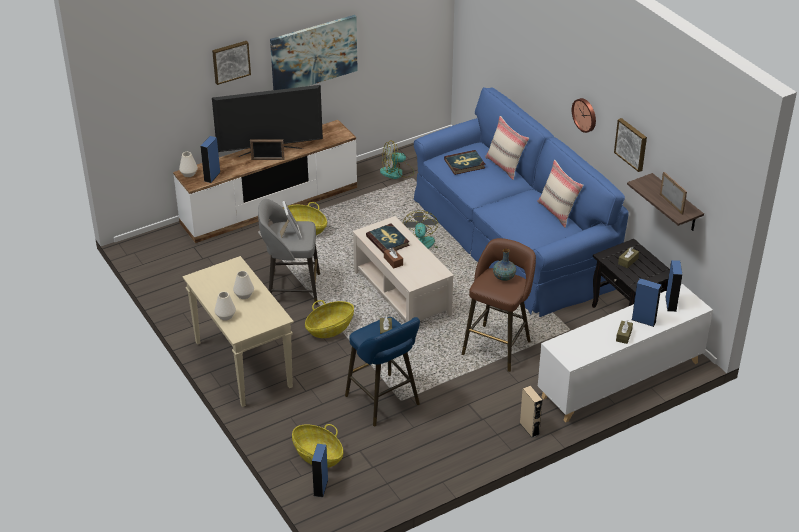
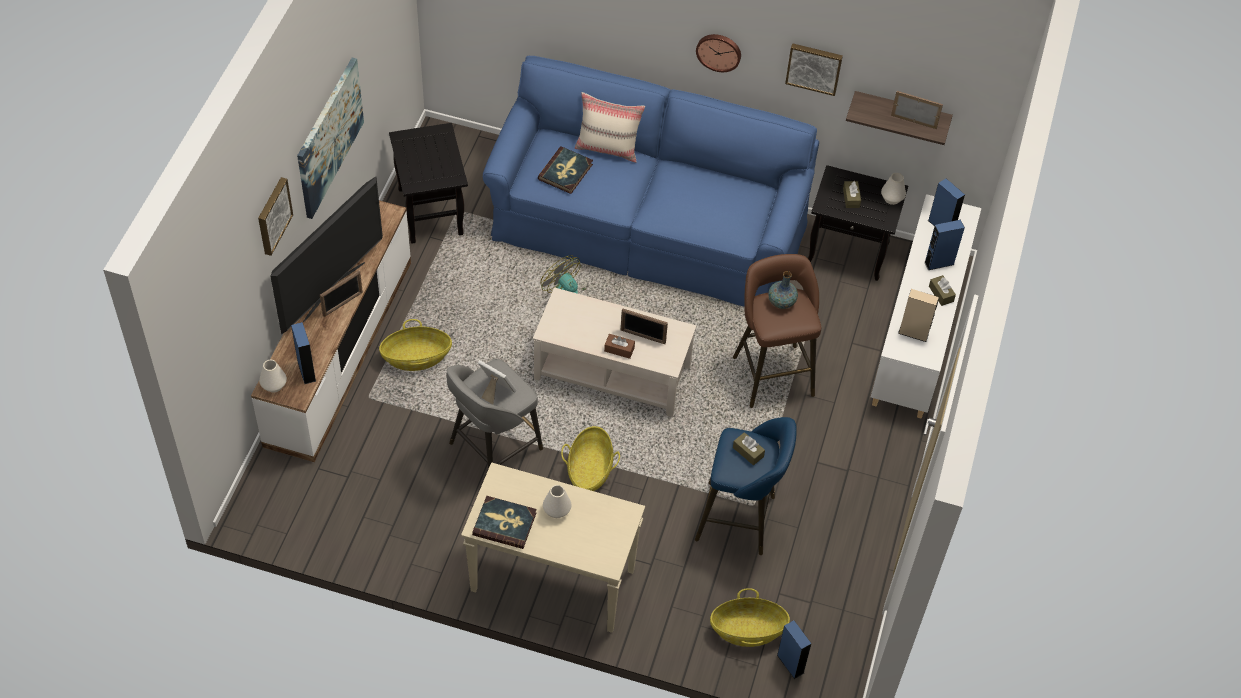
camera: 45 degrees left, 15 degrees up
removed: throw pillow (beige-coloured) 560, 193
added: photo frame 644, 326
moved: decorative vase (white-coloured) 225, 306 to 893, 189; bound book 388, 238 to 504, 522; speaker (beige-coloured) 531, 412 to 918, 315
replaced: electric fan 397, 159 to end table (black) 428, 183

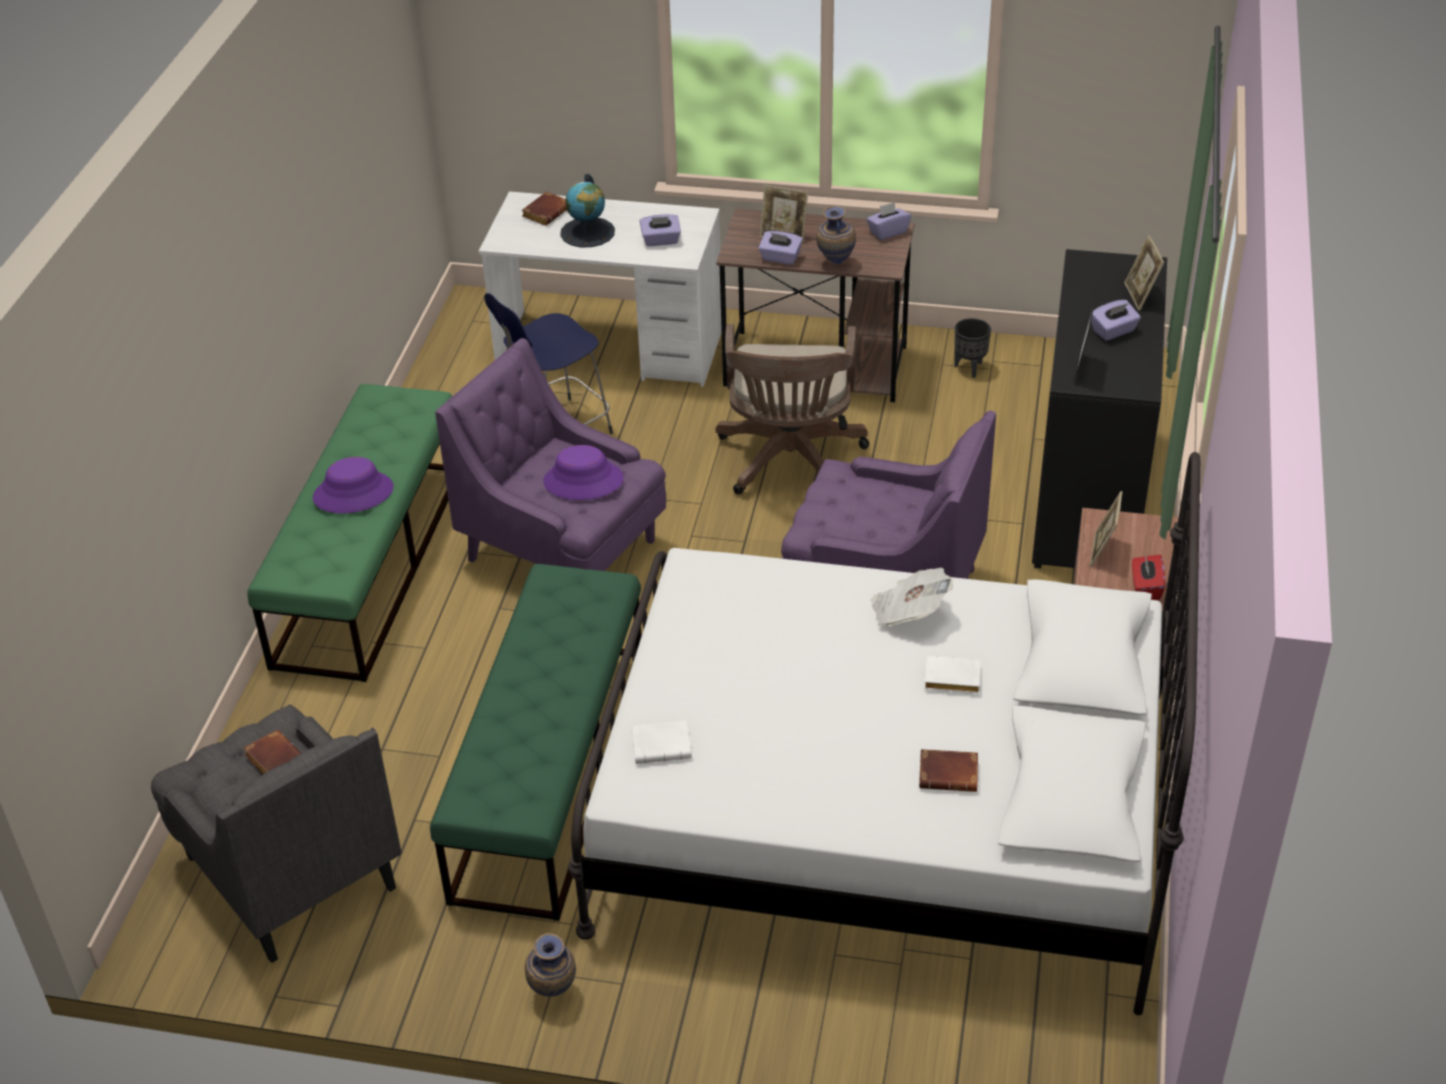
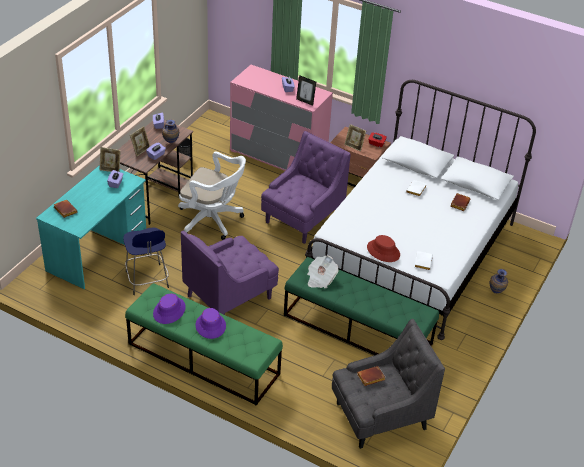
camera: 75 degrees left, 0 degrees up
removed: world globe 587, 210
added: clothing hat (reddish) 383, 248
moved: decorative vase 550, 965 to 499, 281; clothing hat (purple-coloured) 583, 472 to 169, 309; printed paper 912, 597 to 323, 272; photo frame 1144, 273 to 110, 159
recoloured: desk table (white-coloured) 600, 289 to desk table (turquoise-coloured) 91, 227; computer chair (brown) 792, 409 to computer chair (white-coloured) 212, 195; chest of drawers (black) 1099, 408 to chest of drawers (pink-coloured) 281, 118

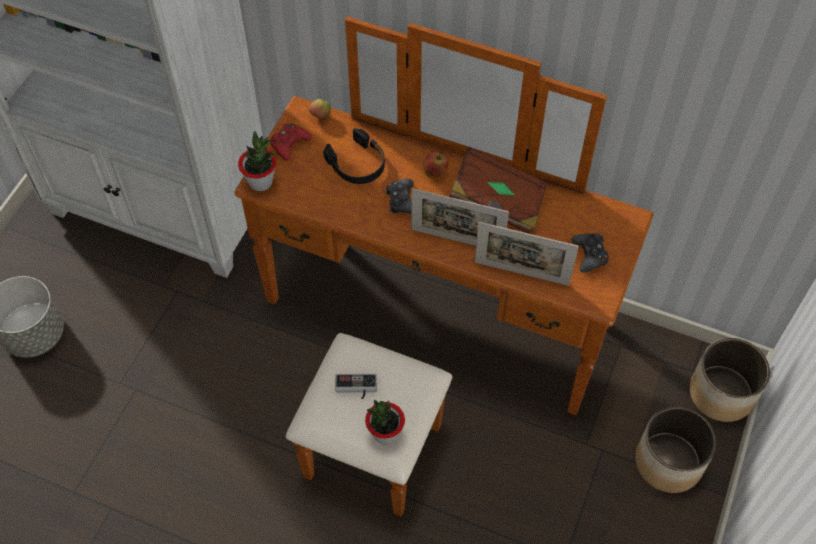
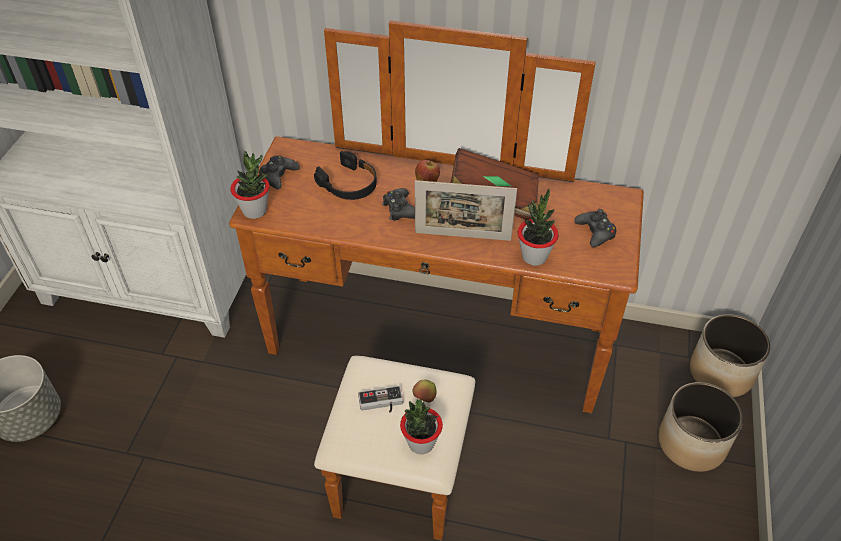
camera: 10 degrees left, 10 degrees down
moved: apple fruit 320, 109 to 424, 391
replaced: photo frame 527, 254 to potted plant 538, 227
recoloured: game controller (reddish) 291, 142 to game controller (black) 279, 172

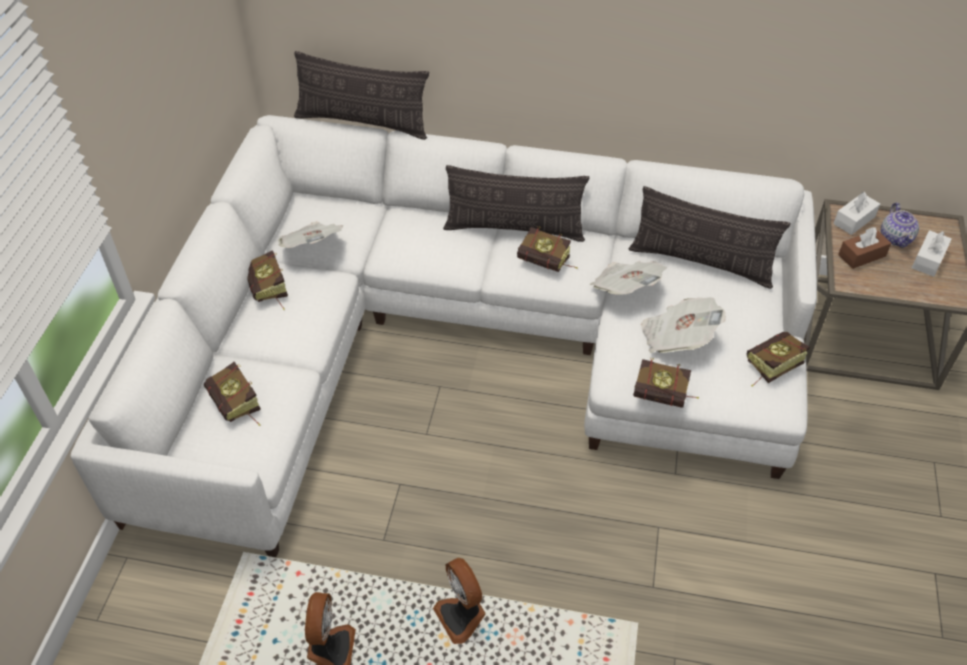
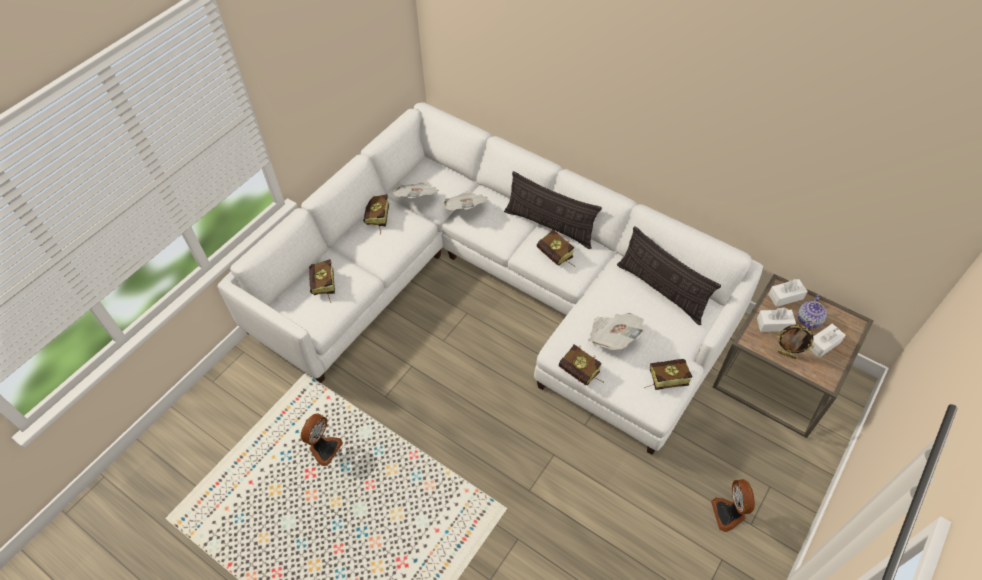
camera: 25 degrees right, 5 degrees up
removed: throw pillow 361, 95
added: photo frame 795, 342
moved: electric fan 459, 601 to 733, 505; printed paper 628, 278 to 466, 200
recoloured: tissue holder (brown) 864, 248 to tissue holder (white-coloured) 776, 319

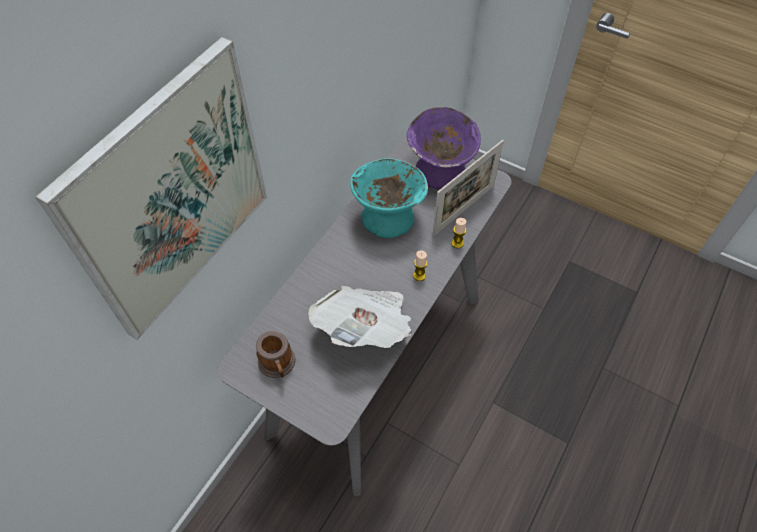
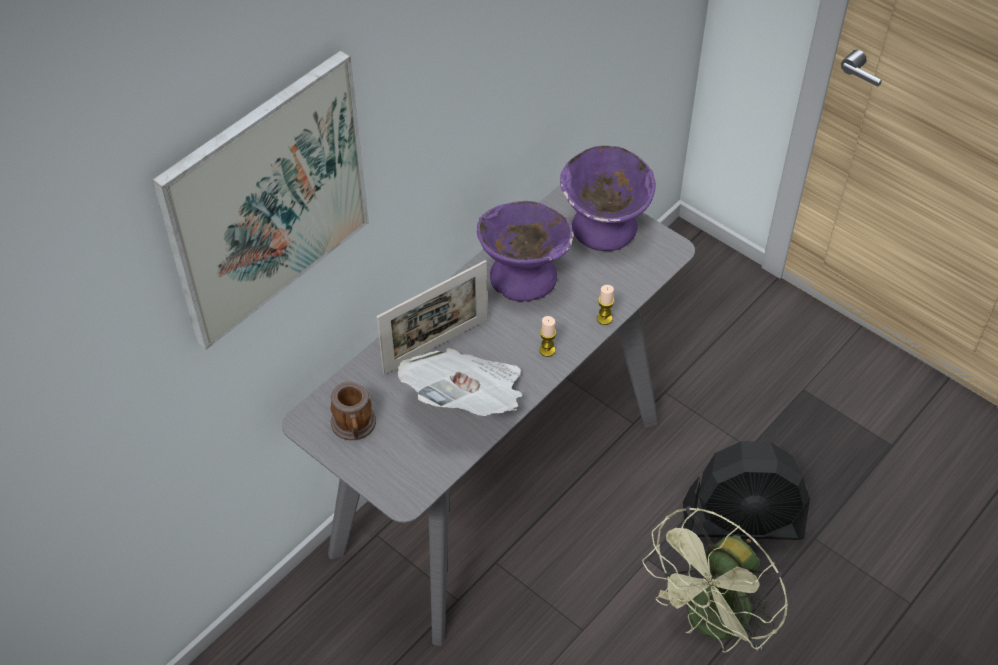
camera: 10 degrees right, 5 degrees down
added: electric fan (green) 715, 579; electric fan (black) 746, 490
moved: photo frame 468, 188 to 432, 317
recoloured: serving bowl (turquoise-coloured) 389, 198 to serving bowl (purple-coloured) 525, 251

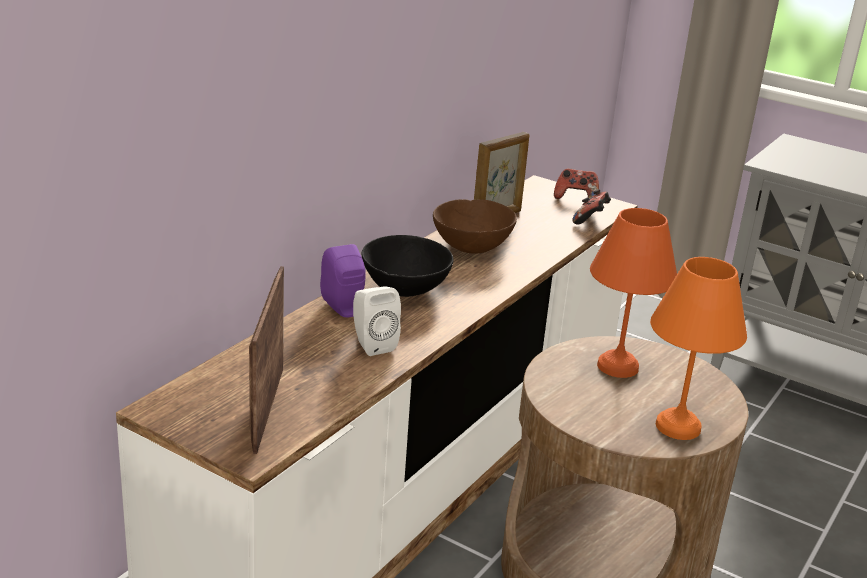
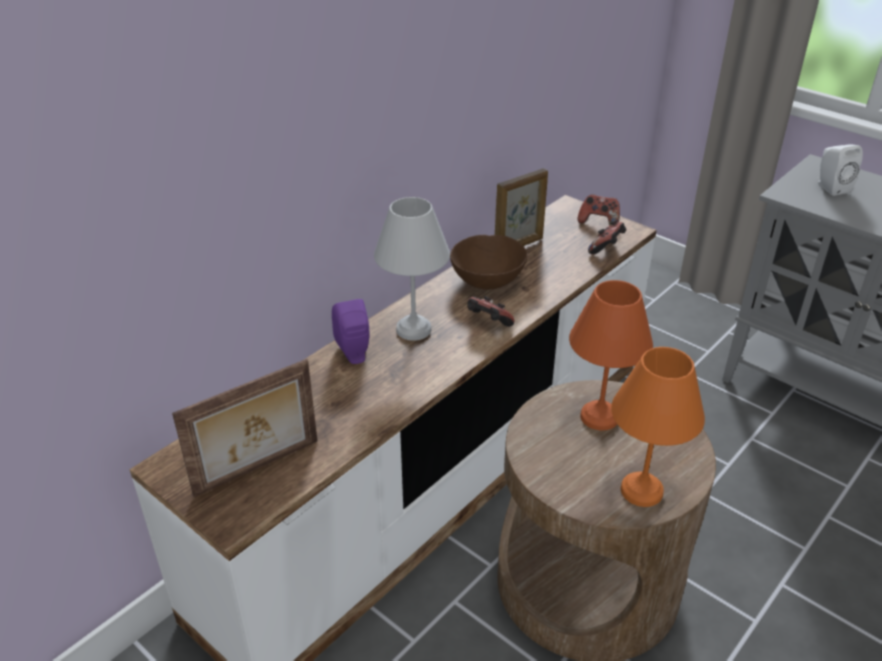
camera: 10 degrees right, 10 degrees up
added: game controller 490, 311
moved: speaker (white-coloured) 377, 321 to 840, 170
replaced: serving bowl (black) 407, 266 to table lamp (white-coloured) 412, 269
turned: photo frame 266, 360 = 245, 428 135 degrees counterclockwise

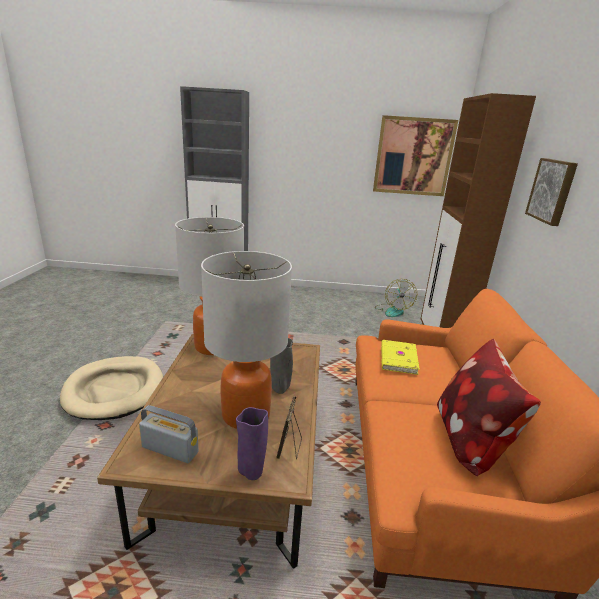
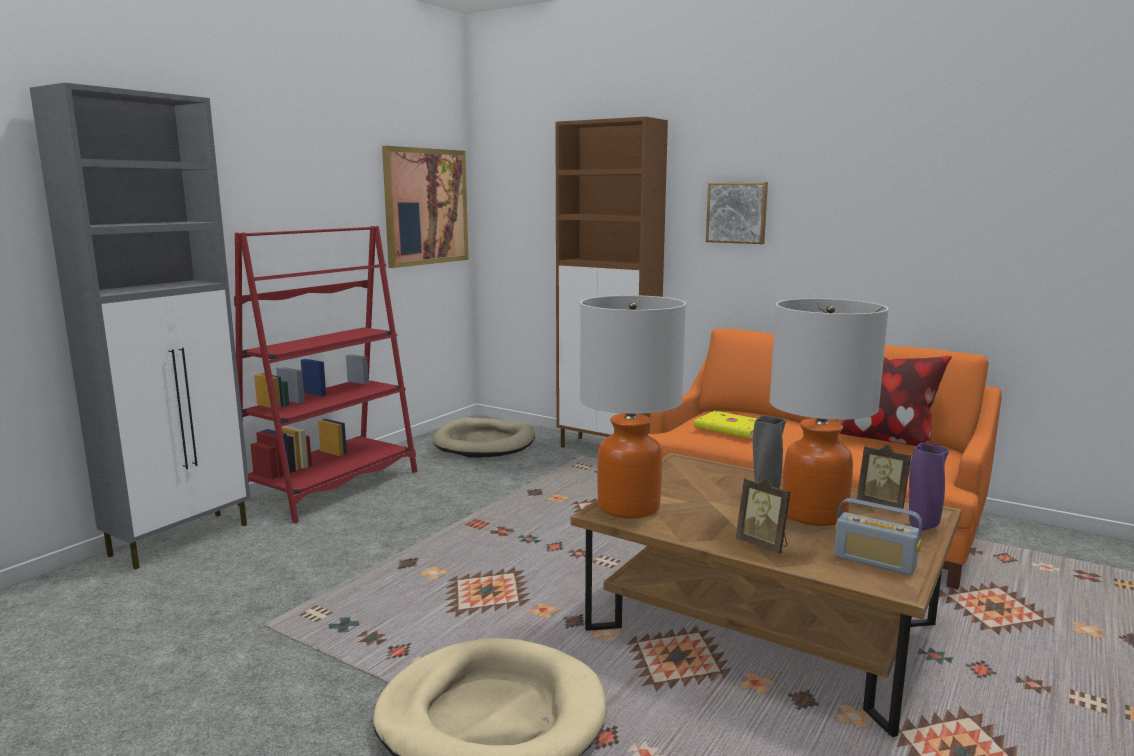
camera: 60 degrees left, 10 degrees down
added: bookshelf (reddish) 325, 374; photo frame 763, 516
replaced: electric fan 396, 298 to dog bed (beige-coloured) 484, 438
turned: radio 169, 434 = 878, 536 105 degrees counterclockwise

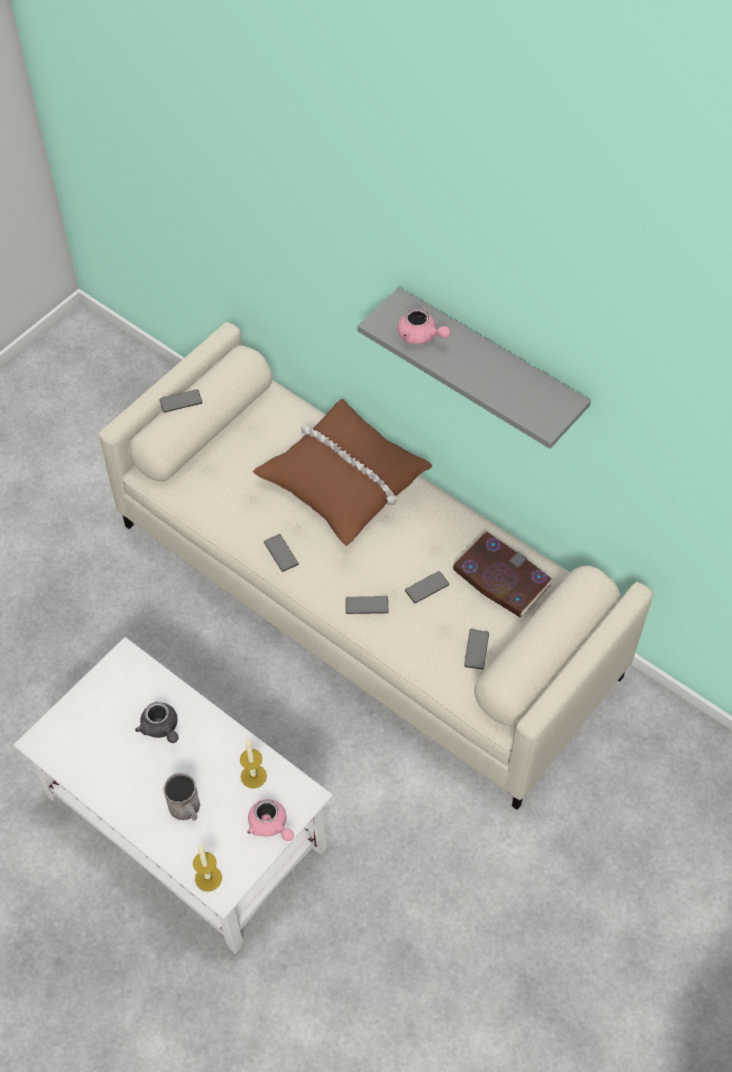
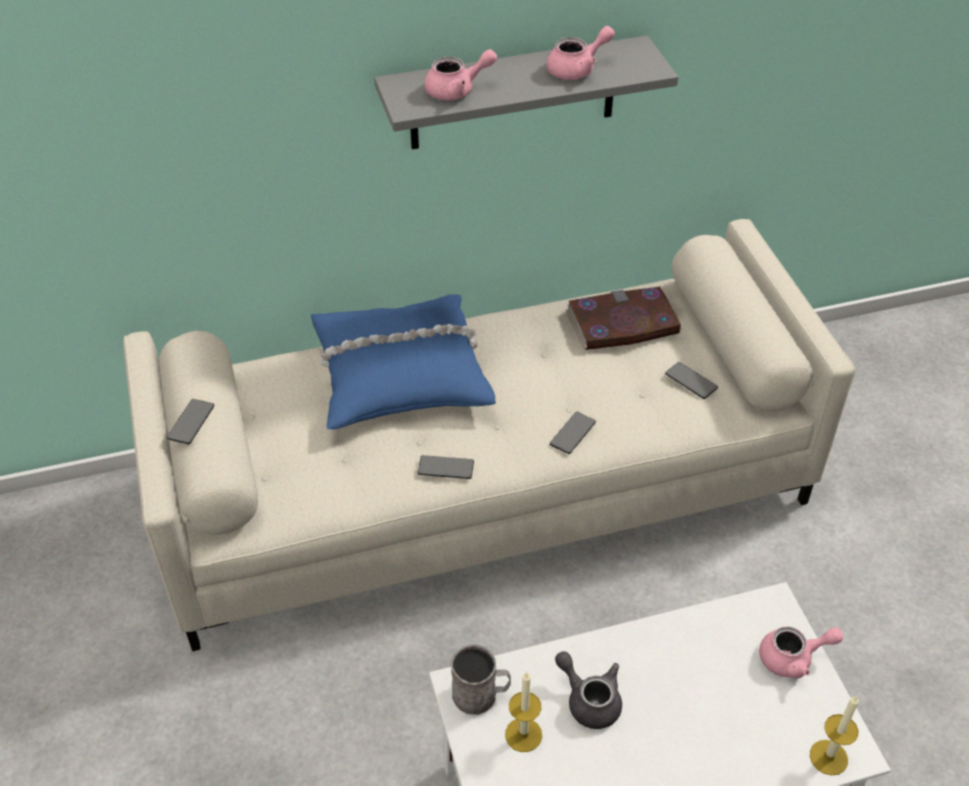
camera: 55 degrees left, 10 degrees down
removed: telephone 427, 587
added: pot for tea (pink-coloured) 580, 53
moved: mug (greyish) 181, 797 to 481, 679; wax light 253, 764 to 523, 712
recoloured: throw pillow (brown) 343, 472 to throw pillow (bluish) 403, 361
turned: pot for tea (greyish) 156, 722 = 588, 690 135 degrees counterclockwise

